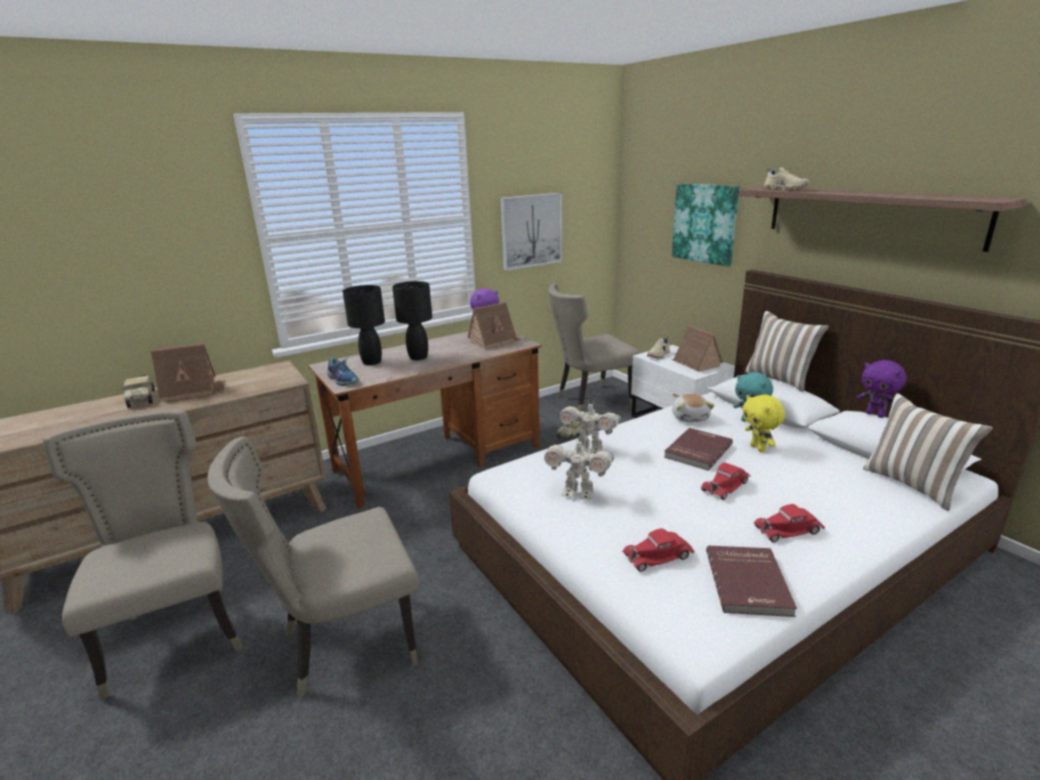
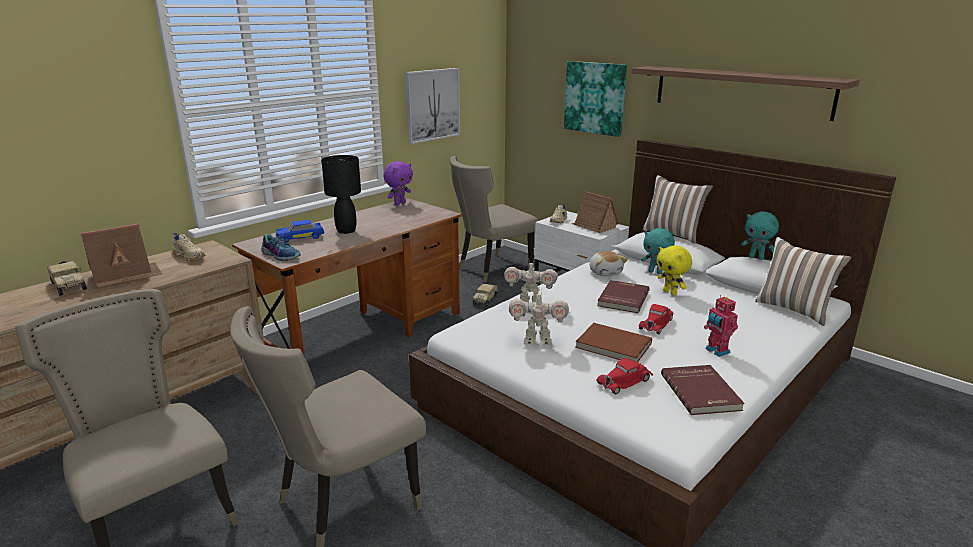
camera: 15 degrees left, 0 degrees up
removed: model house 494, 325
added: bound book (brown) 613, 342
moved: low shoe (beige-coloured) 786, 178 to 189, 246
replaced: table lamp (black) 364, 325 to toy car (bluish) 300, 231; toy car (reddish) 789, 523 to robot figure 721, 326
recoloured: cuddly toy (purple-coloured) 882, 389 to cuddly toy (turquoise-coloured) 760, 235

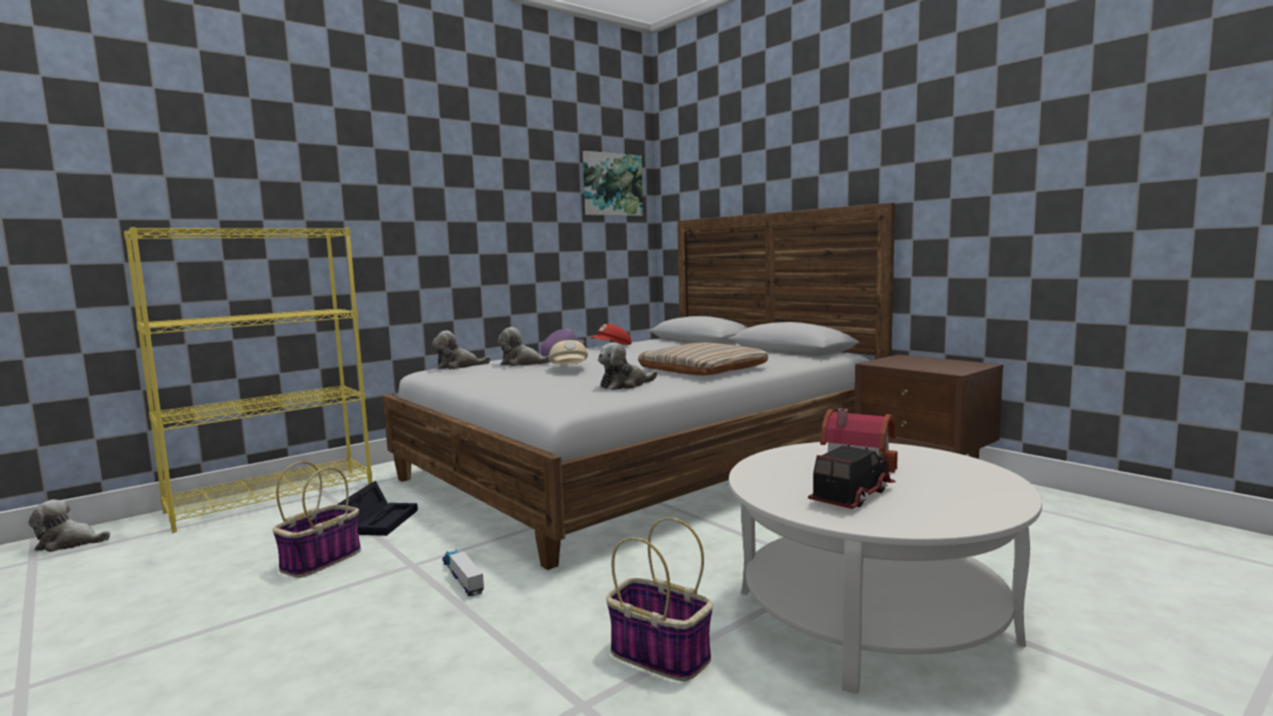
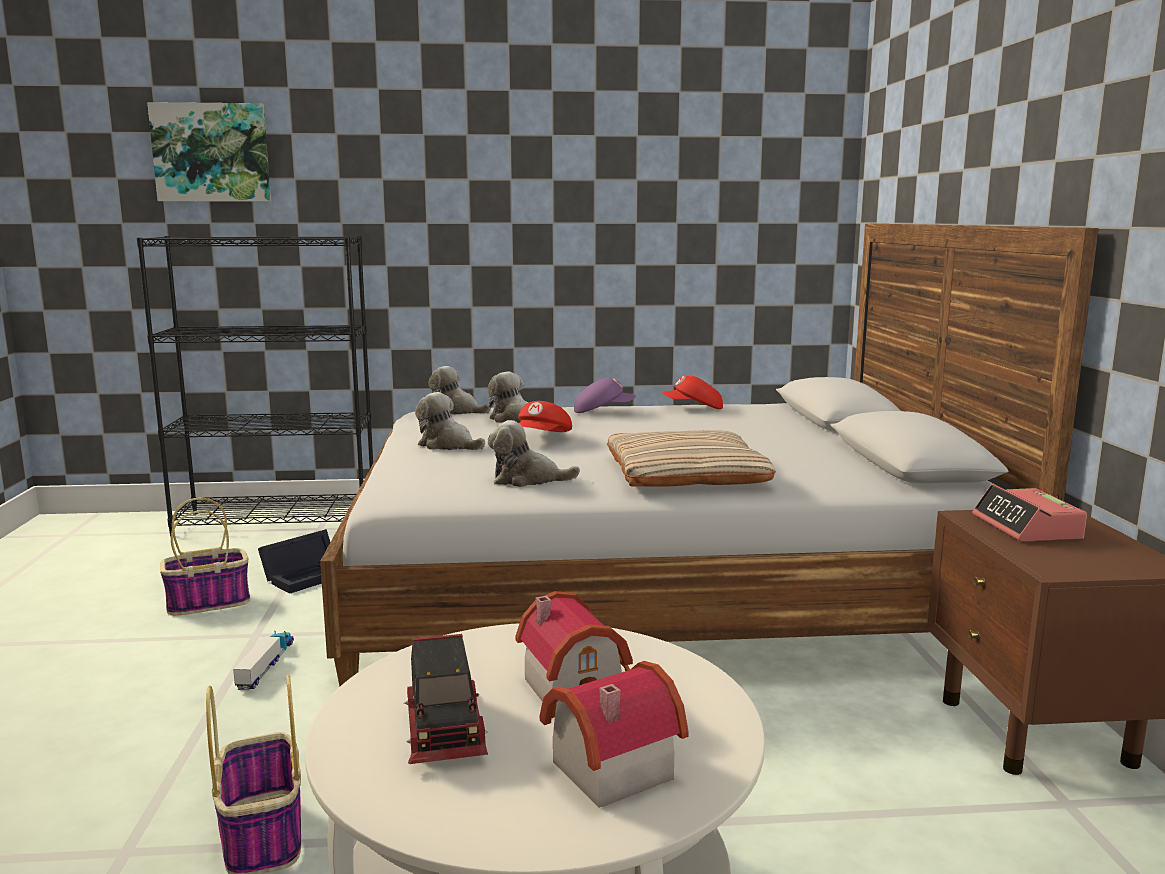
camera: 35 degrees right, 5 degrees up
added: model house 614, 734; alarm clock 1030, 513
moved: cuddly toy 69, 525 to 450, 421; picture 613, 183 to 209, 151
recoloured: bookshelf (yellow-coloured) 248, 380 to bookshelf (black) 255, 386; peaked cap (beige-coloured) 568, 352 to peaked cap (reddish) 545, 416
turned: toy truck 852, 476 = 446, 699 90 degrees clockwise

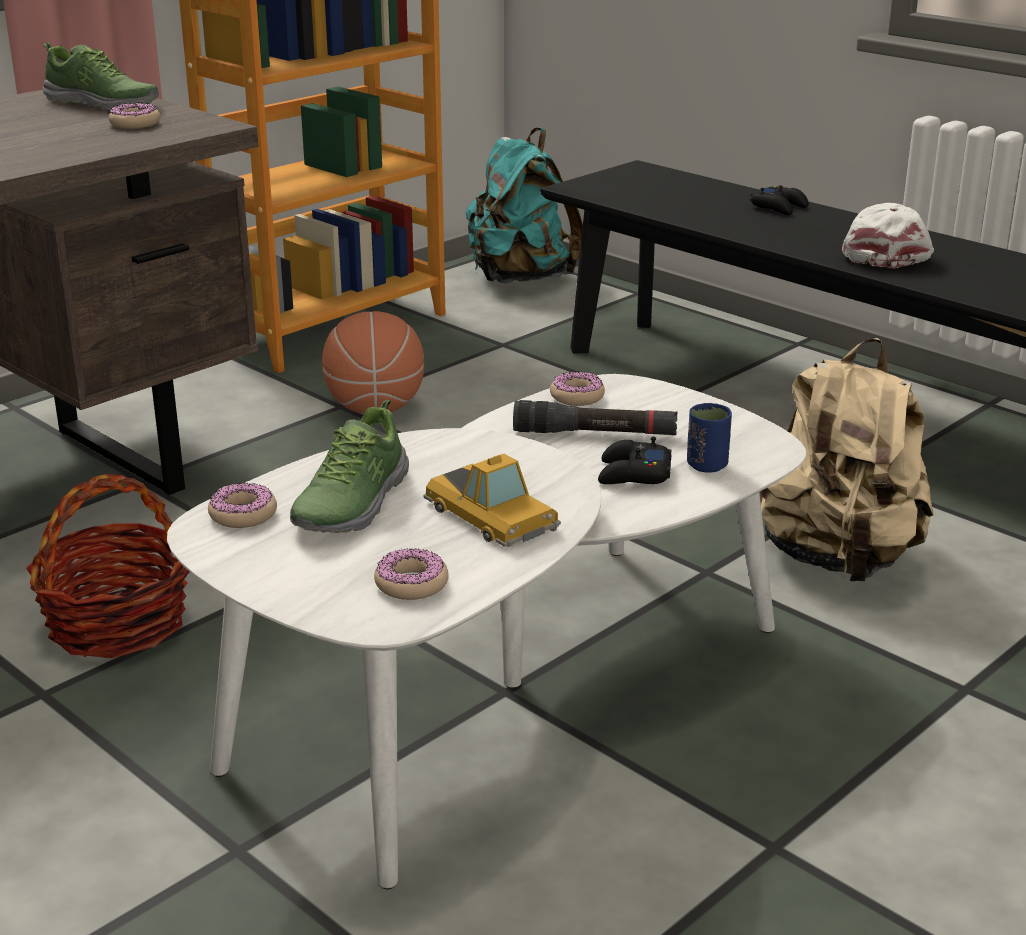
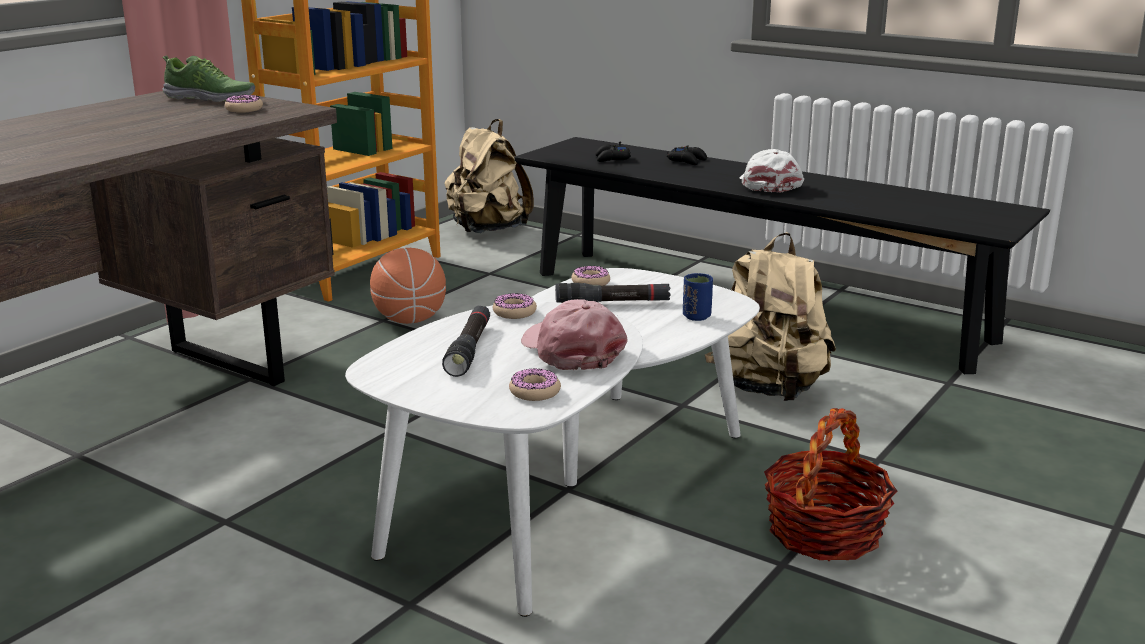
camera: 10 degrees left, 5 degrees down
moved: storage basket 107, 566 to 830, 484; doughnut 242, 505 to 515, 306; game controller (black) 634, 460 to 613, 152
replaced: low shoe 349, 466 to torch (black) 466, 341; toy car 492, 500 to peaked cap (pink-coloured) 574, 334
recoloured: knapsack (turquoise-coloured) 524, 205 to knapsack (beige-coloured) 489, 176

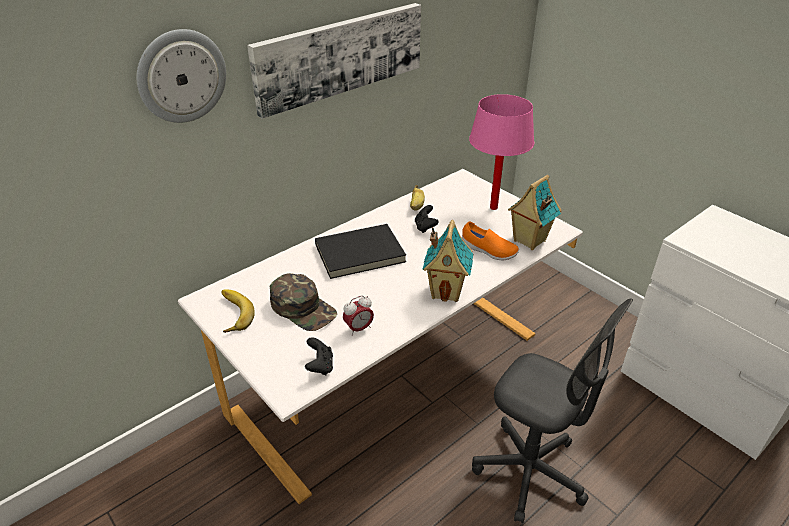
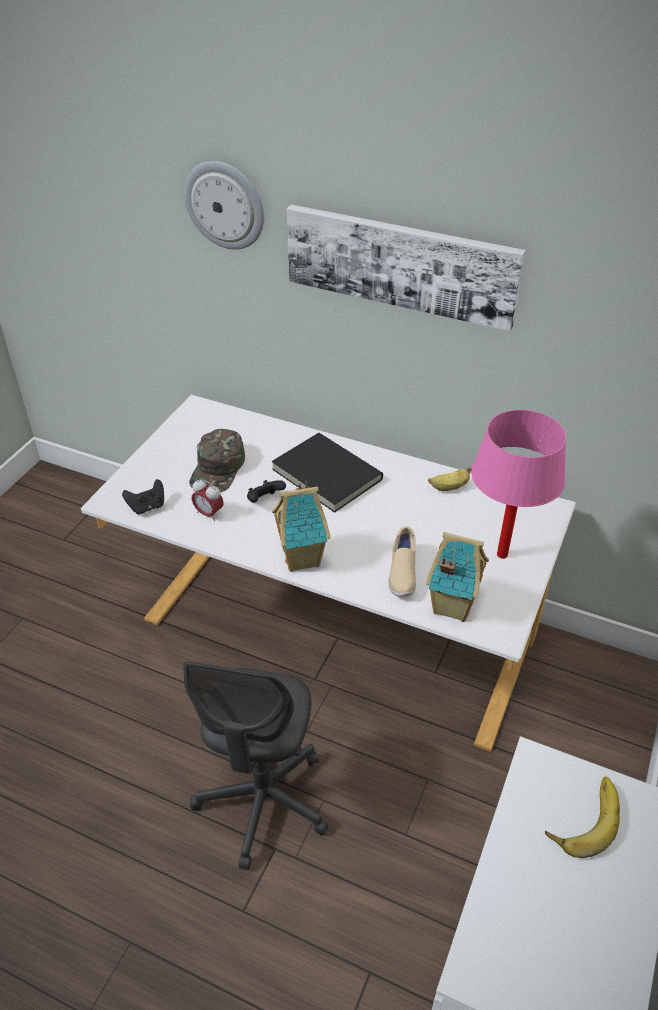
camera: 65 degrees right, 5 degrees up
moved: banana 238, 311 to 582, 817; game controller (black) 427, 219 to 266, 491
recoloured: low shoe (orangey) 490, 241 to low shoe (beige-coloured) 402, 561

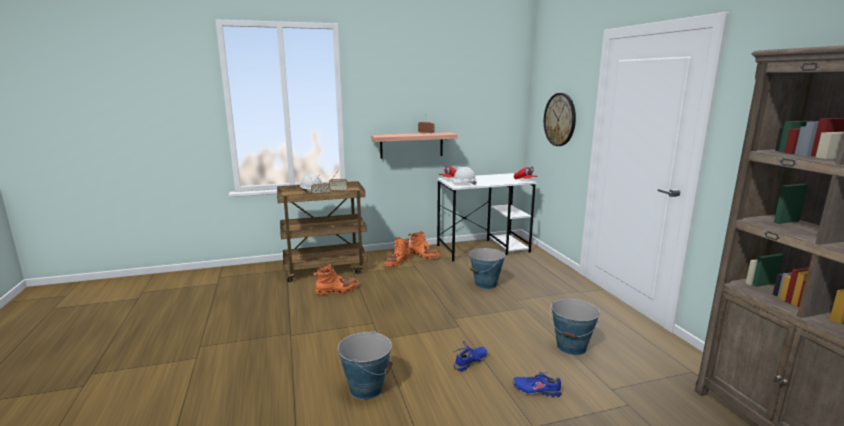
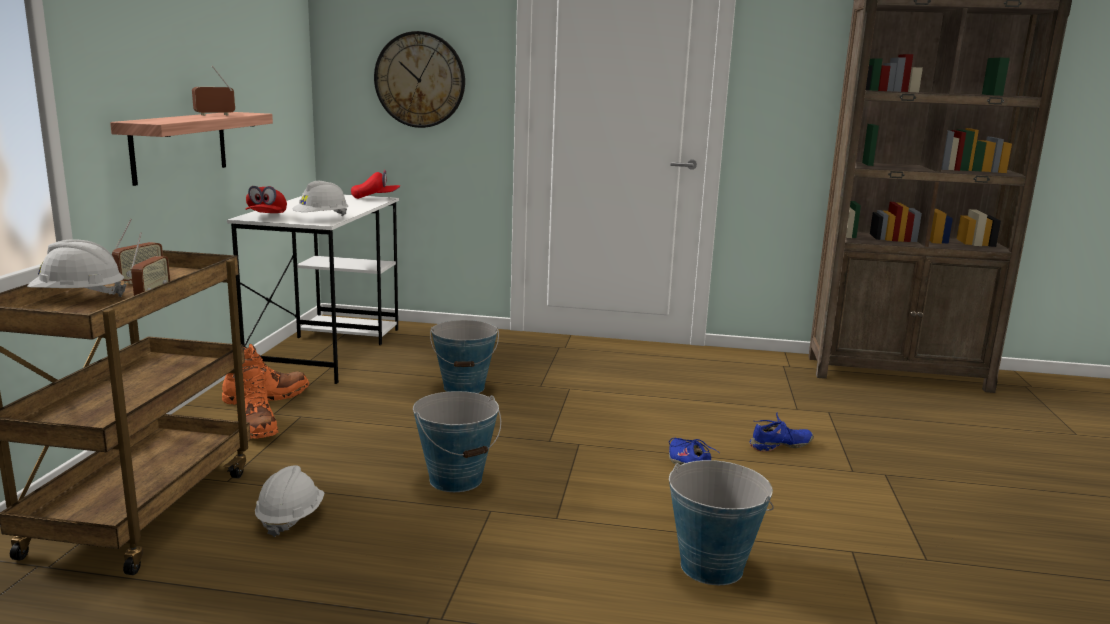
camera: 65 degrees left, 0 degrees up
moved: pail 575, 327 to 457, 441
replaced: tall boot (orangey) 336, 279 to work helmet (white-coloured) 289, 501
turned: low shoe (bluish) 537, 384 = 781, 432 150 degrees counterclockwise

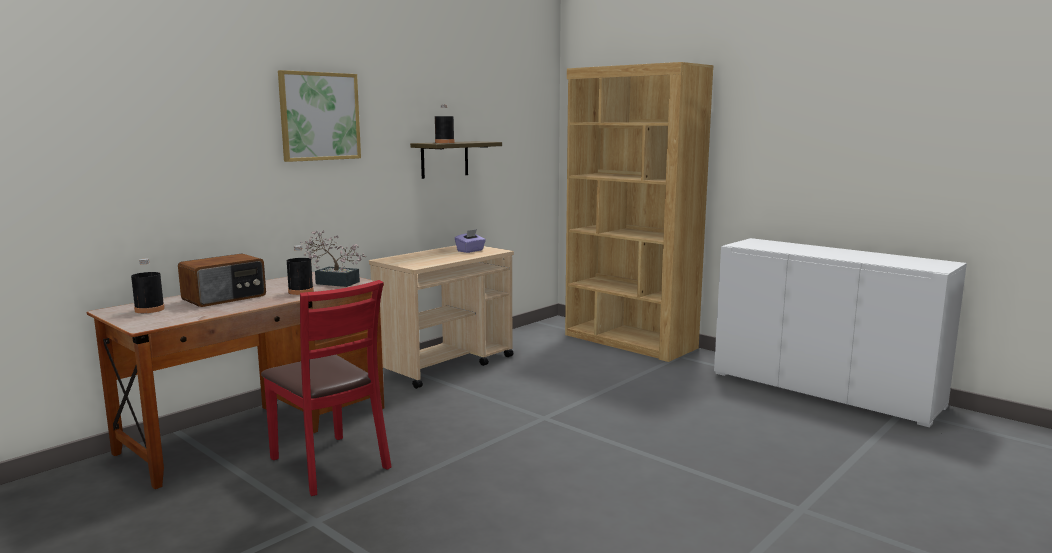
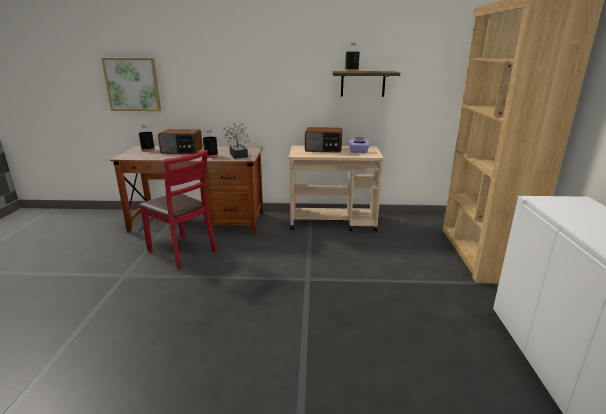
camera: 50 degrees right, 10 degrees up
added: radio 323, 140
moved: picture 319, 116 to 131, 84
turned: upright chair (reddish) 326, 388 = 177, 209 60 degrees counterclockwise

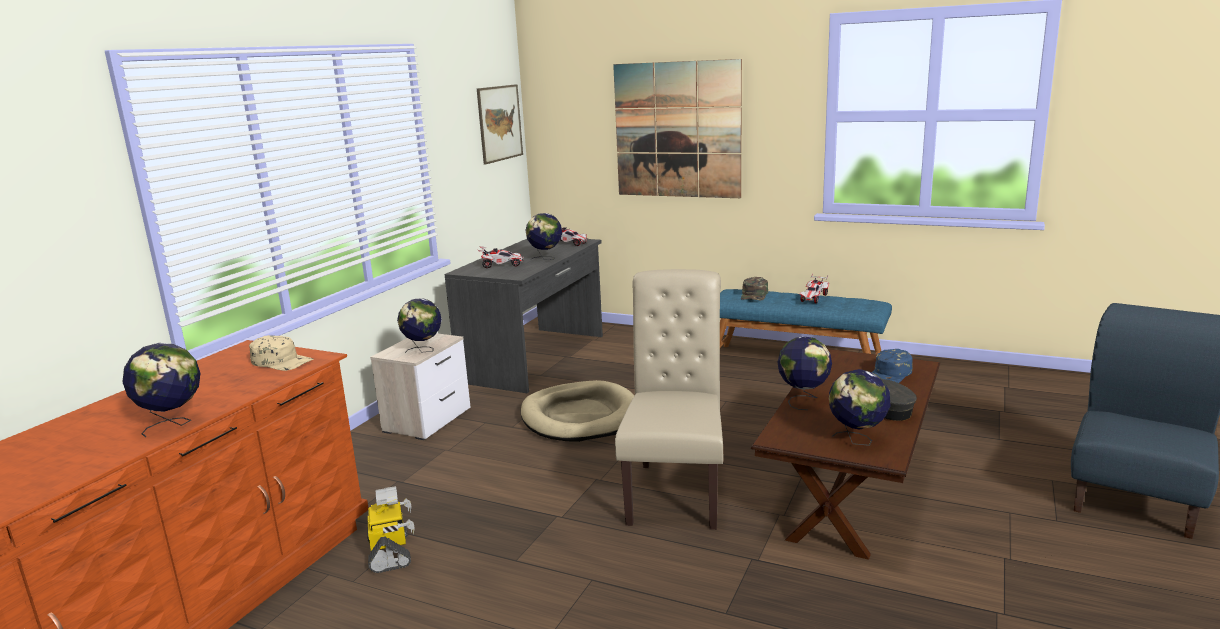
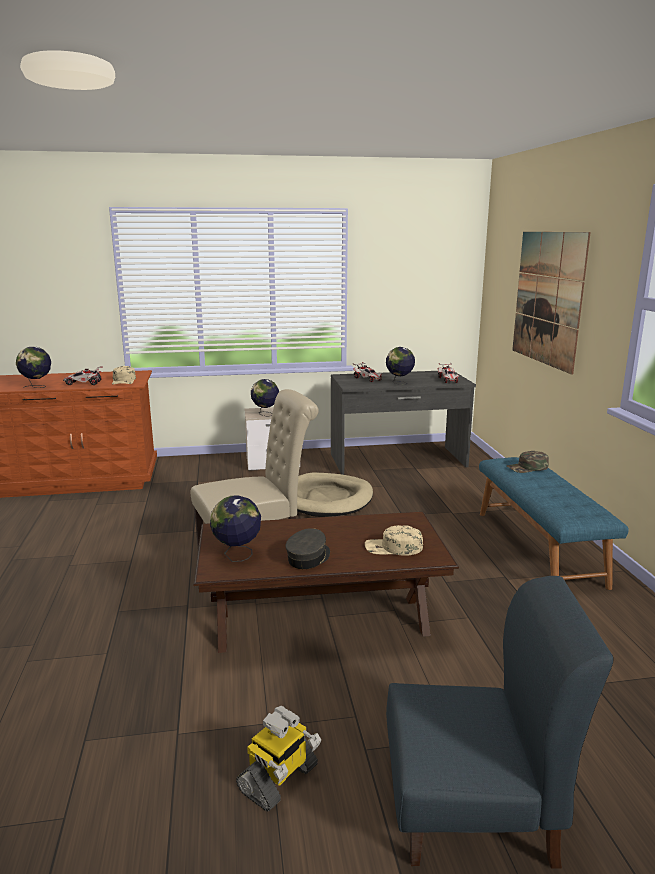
camera: 55 degrees right, 0 degrees up
removed: picture 500, 124; world globe 804, 373
moved: robot figure 391, 529 to 278, 759; toy car 814, 288 to 83, 375
recoloured: peaked cap (bluish) 892, 366 to peaked cap (beige-coloured) 394, 540

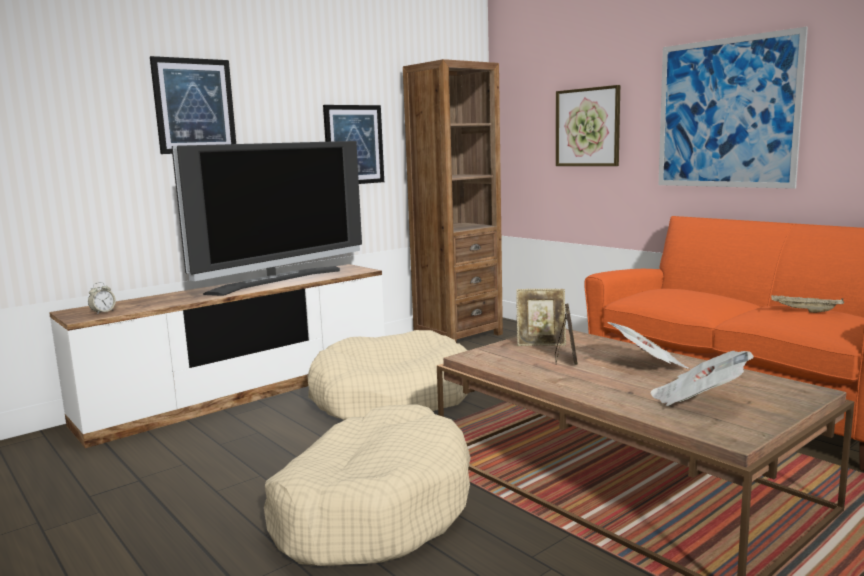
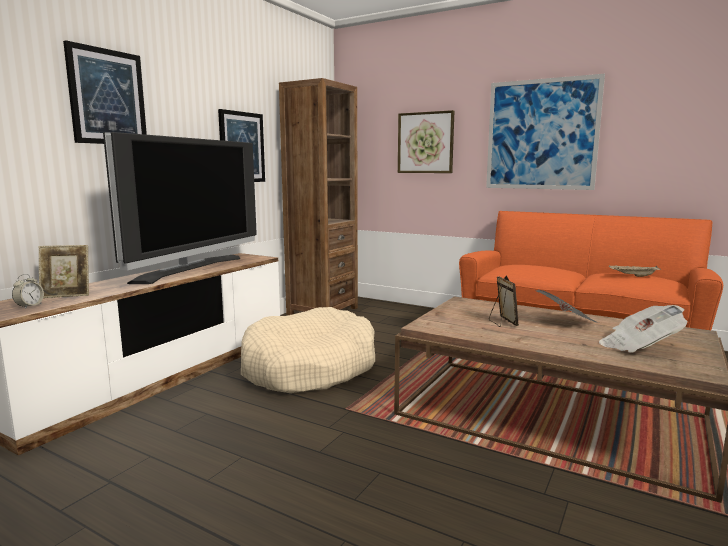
camera: 20 degrees left, 0 degrees up
removed: dog bed (beige-coloured) 367, 485
moved: photo frame 541, 317 to 64, 271

